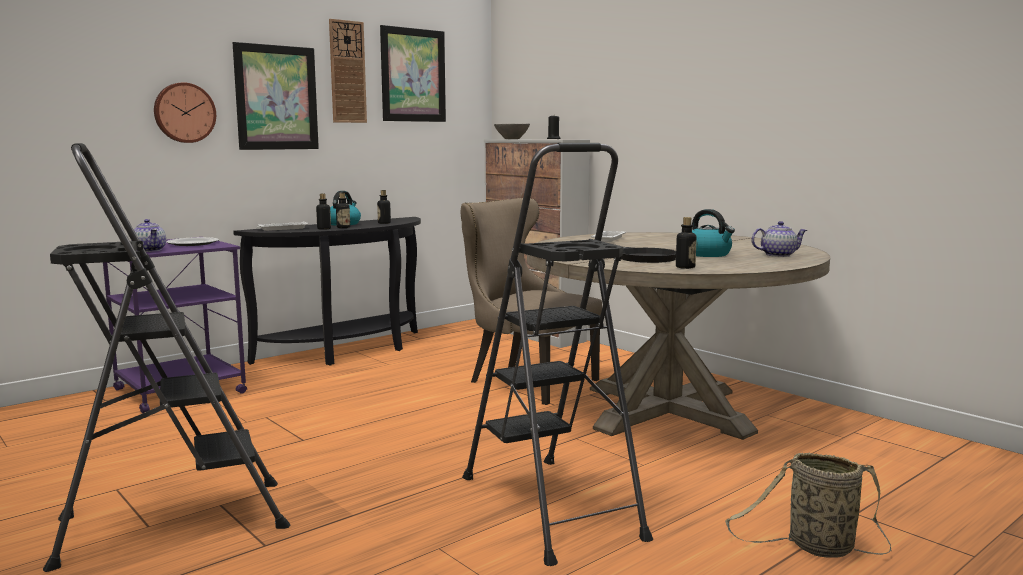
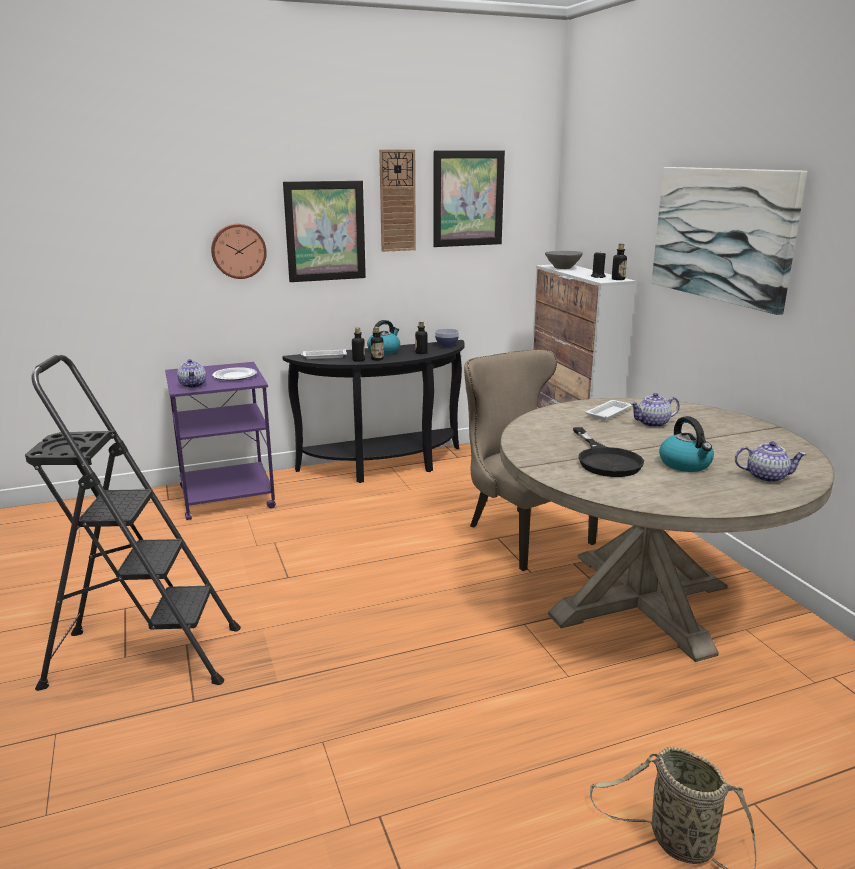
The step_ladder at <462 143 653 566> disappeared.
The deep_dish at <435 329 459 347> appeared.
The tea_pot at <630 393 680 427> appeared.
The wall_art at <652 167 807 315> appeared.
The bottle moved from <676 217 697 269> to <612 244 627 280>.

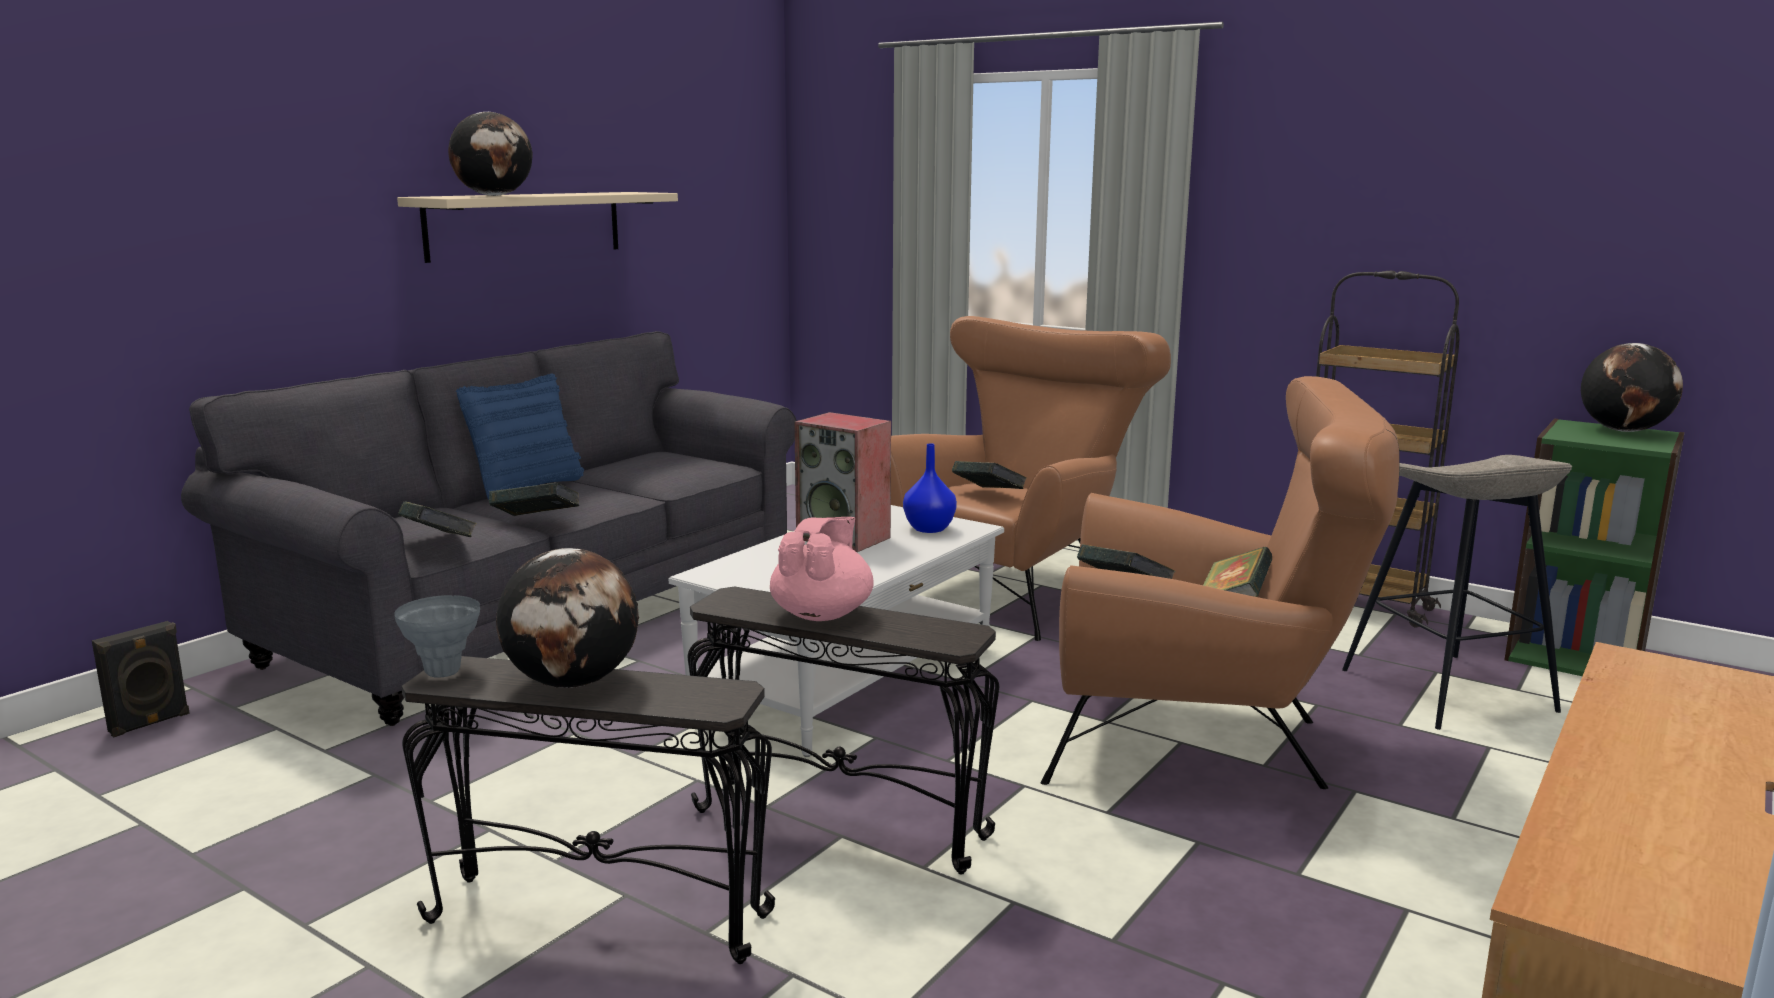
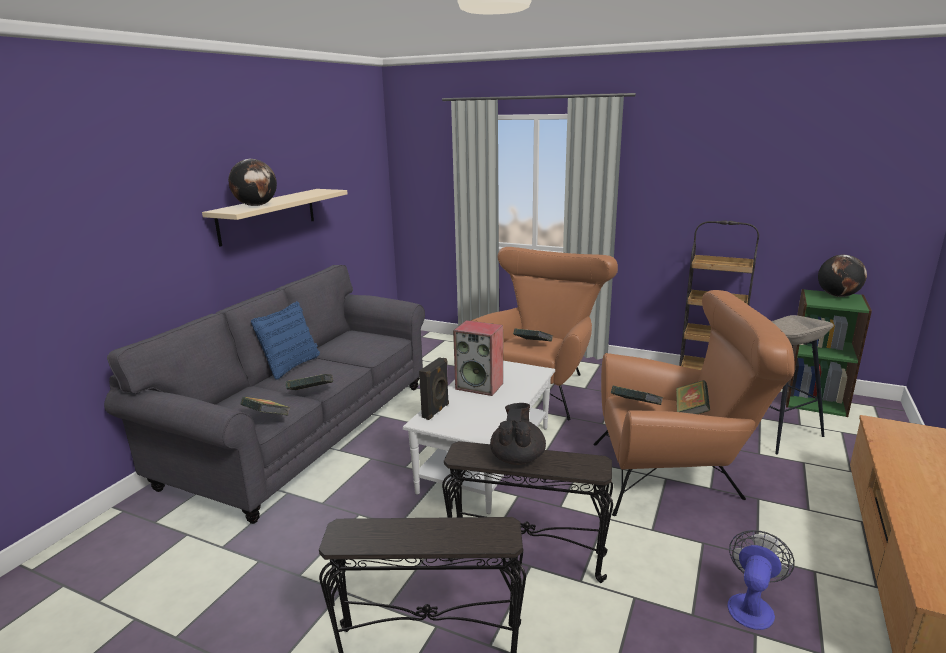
The greyish_vase at <395 595 480 678> disappeared.
The world_globe at <496 548 639 688> disappeared.
The blue_vase at <903 444 957 533> disappeared.
The electric_fan at <727 530 795 630> appeared.
The black_audio_speaker moved from <92 621 190 737> to <419 357 449 420>.
The pink_tea_pot at <770 517 874 621> became the black_tea_pot at <490 403 546 465>.

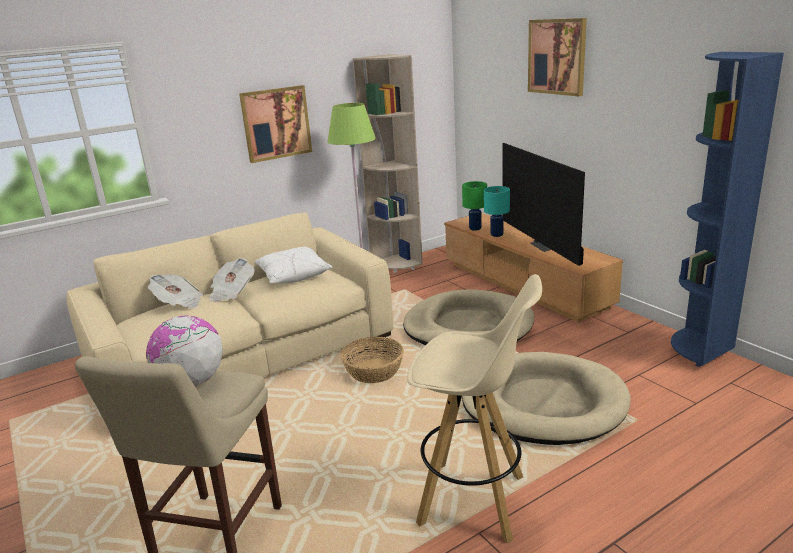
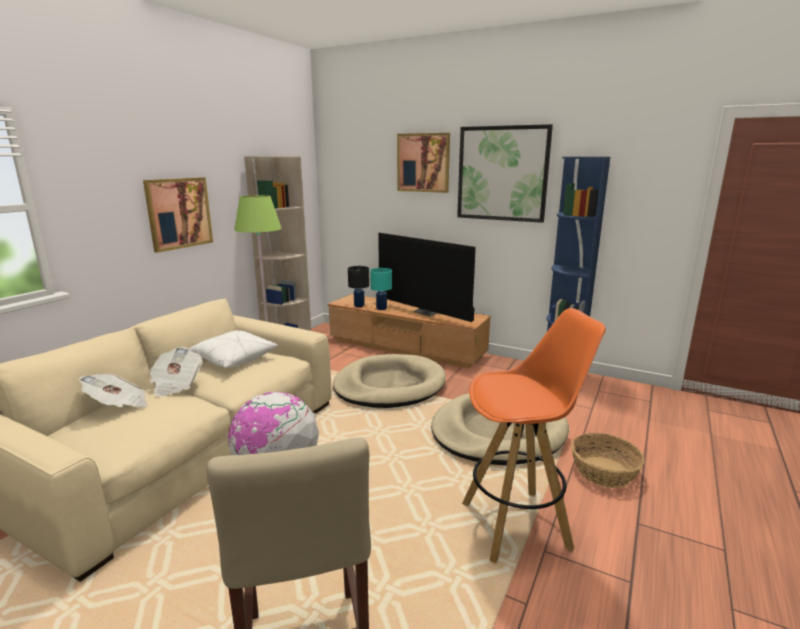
The wall_art at <457 124 553 223> appeared.
The household_basket moved from <341 337 404 383> to <571 433 645 488>.
The sand-coloured_stool_seat at <407 274 542 543> became the orange-coloured_stool_seat at <462 308 606 563>.
The green-coloured_table_lamp at <462 181 487 231> became the black_table_lamp at <348 266 369 307>.

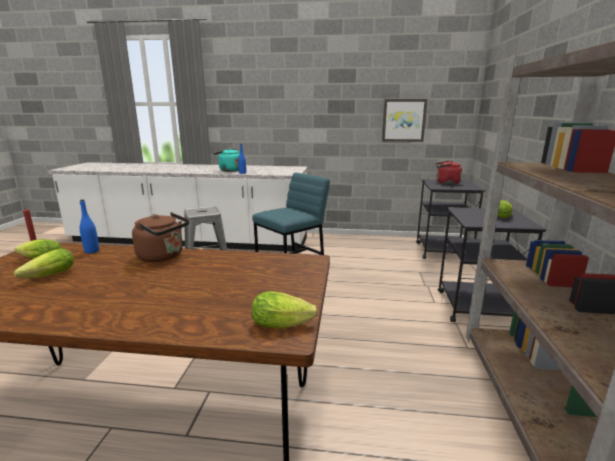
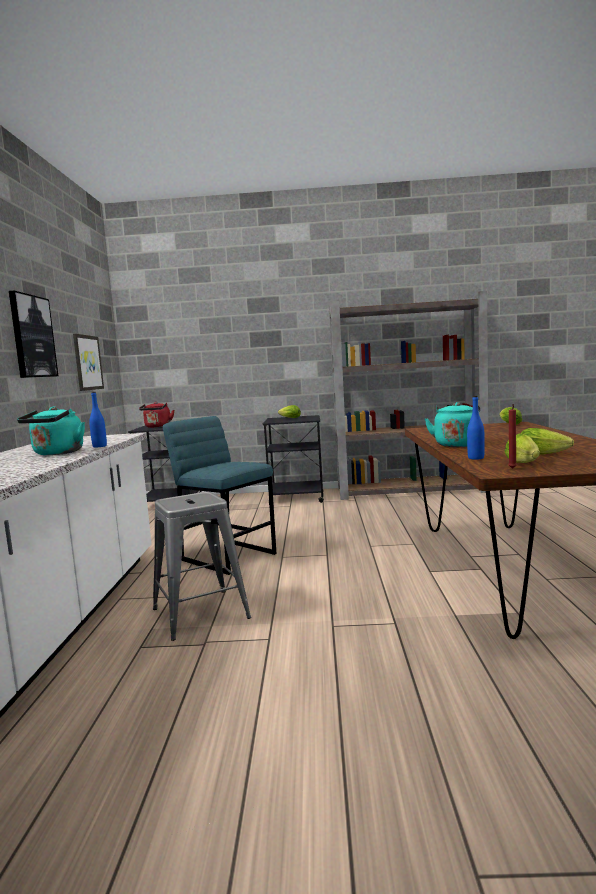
The wall_art at <9 291 58 378> appeared.
The brown-coloured_kettle at <132 212 189 262> became the turquoise-coloured_kettle at <425 402 480 447>.

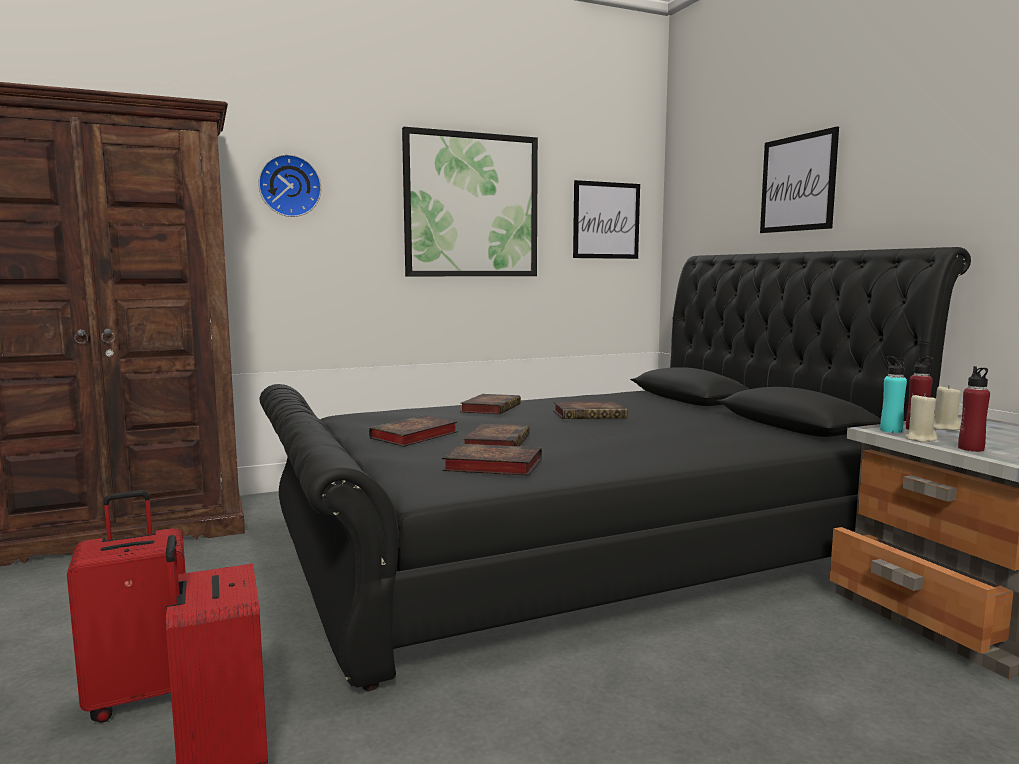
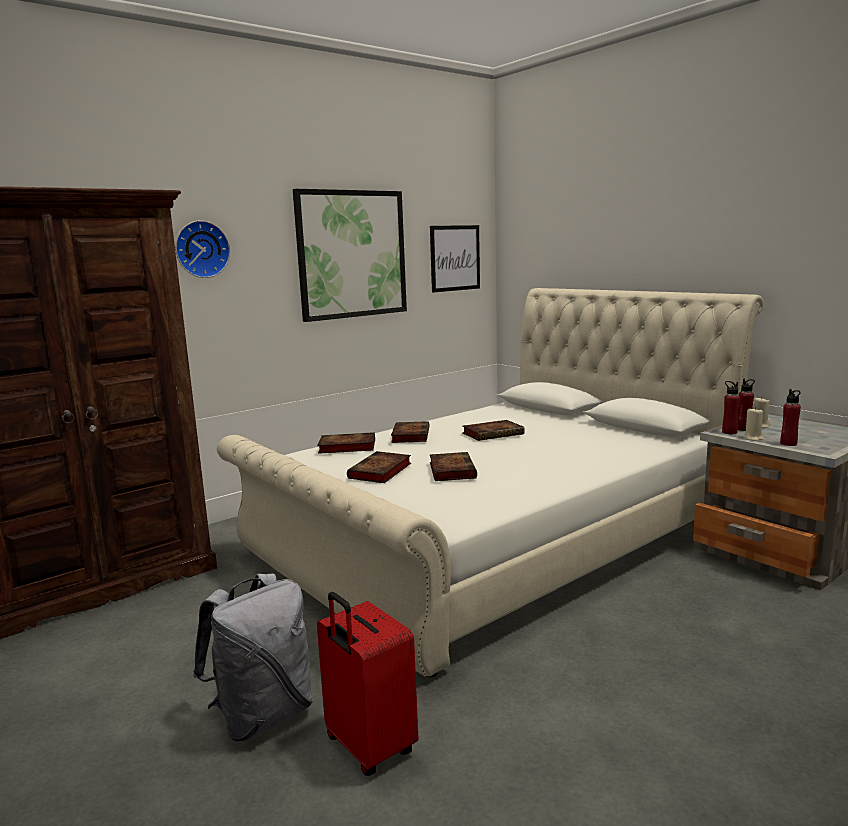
The wall_art at <760 127 839 233> disappeared.
The bound_book moved from <442 444 542 476> to <317 432 375 454>.
The red_travel_case at <67 490 186 723> was replaced by the greyish_knapsack at <193 573 313 741>.
The black_bed at <260 247 971 691> became the sand-coloured_bed at <217 288 764 677>.
The turquoise-coloured_bottle at <880 356 907 433> became the red_bottle at <722 381 740 434>.

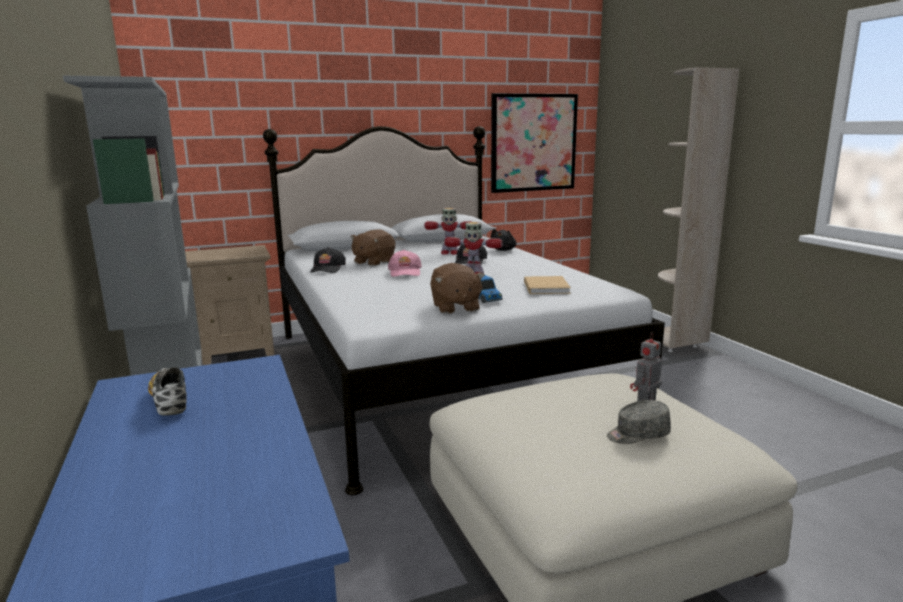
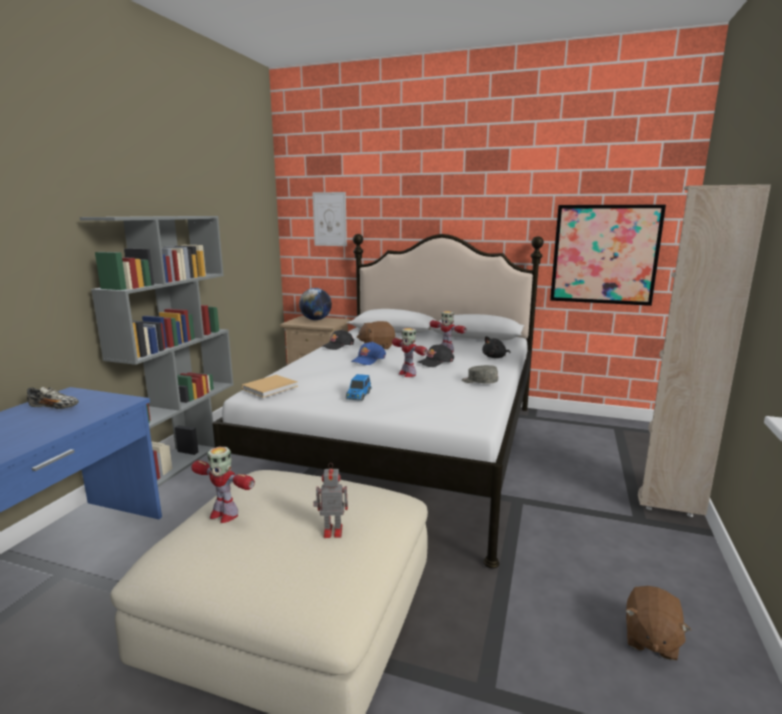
The model_robot at <191 447 255 523> appeared.
The world_globe at <299 288 332 320> appeared.
The wall_art at <312 192 347 246> appeared.
The brown-coloured_soft_toy moved from <430 263 485 314> to <625 586 691 660>.
The sand-coloured_bound_book moved from <524 276 571 294> to <242 375 298 398>.
The greyish_cap moved from <607 400 671 444> to <462 365 498 384>.
The pink_cap at <388 250 422 277> became the blue_cap at <351 342 386 365>.
The low_shoe at <148 367 187 416> turned 90 degrees clockwise.

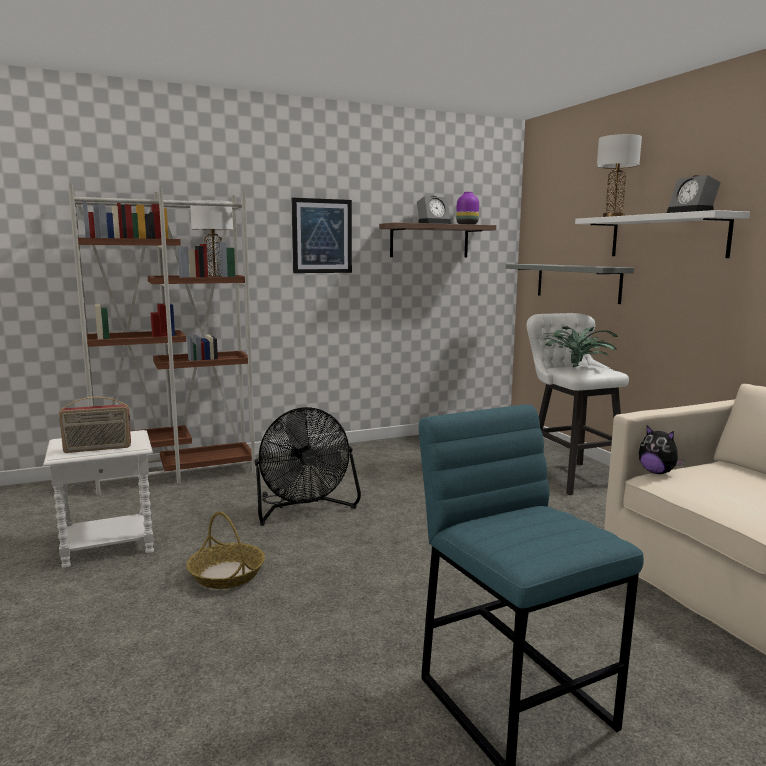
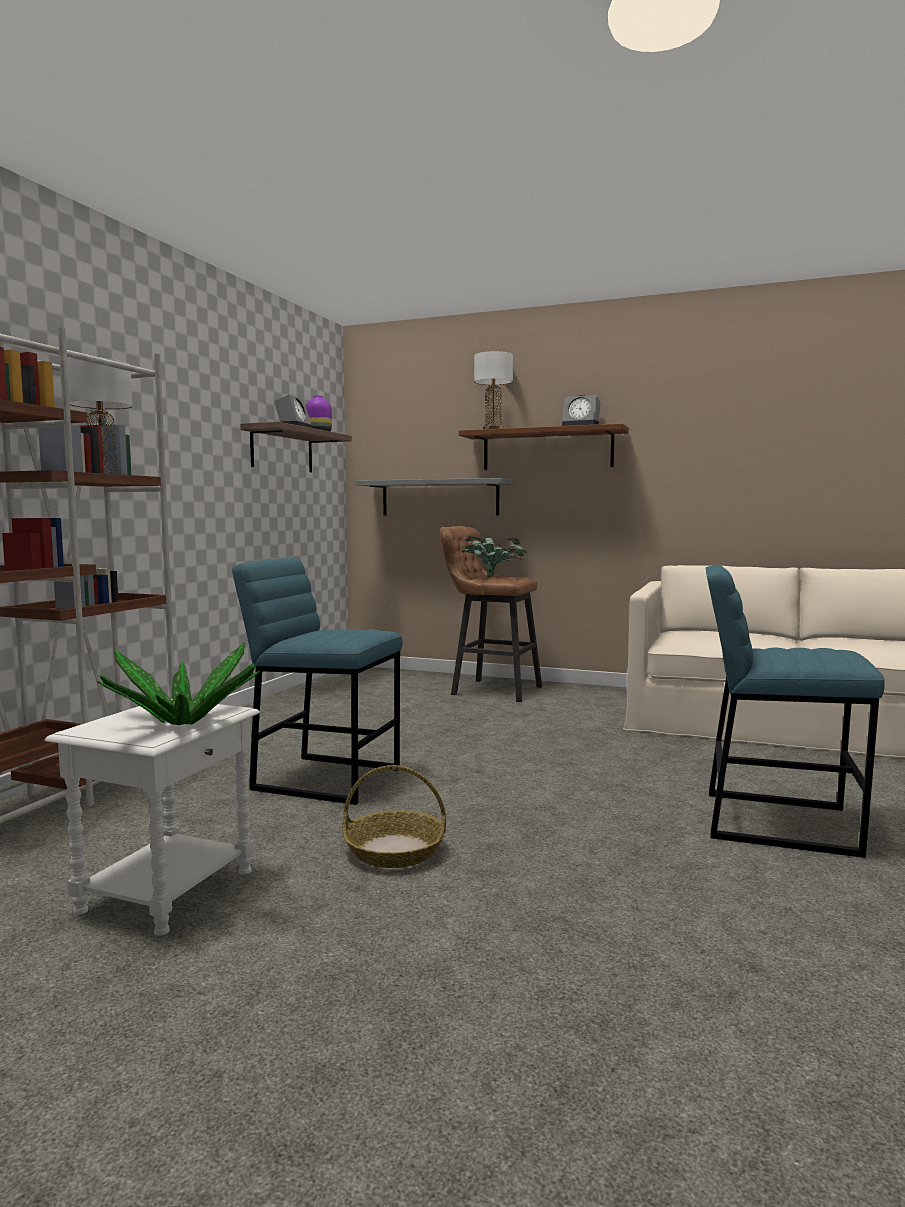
The wall_art at <292 198 352 273> disappeared.
The soft_toy at <639 426 685 474> disappeared.
The radio_receiver at <59 397 131 453> was replaced by the houseplant at <97 643 260 725>.
The black_electric_fan at <255 407 361 526> was replaced by the blue_stool_seat at <232 557 403 805>.
The white-coloured_stool_seat at <527 313 629 495> became the brown-coloured_stool_seat at <440 526 542 702>.
The white-coloured_shelf at <575 210 750 258> became the brown-coloured_shelf at <459 423 629 470>.

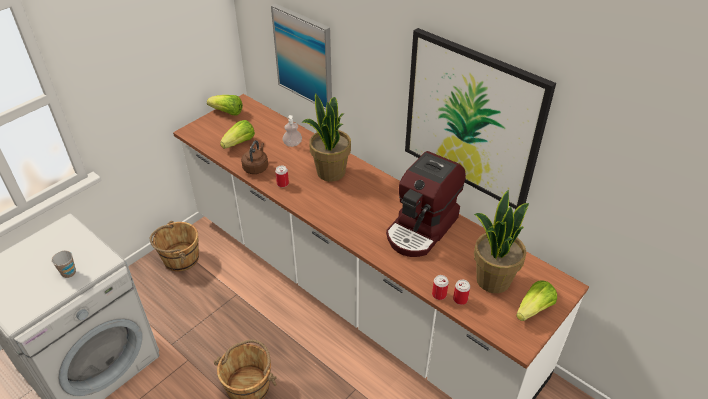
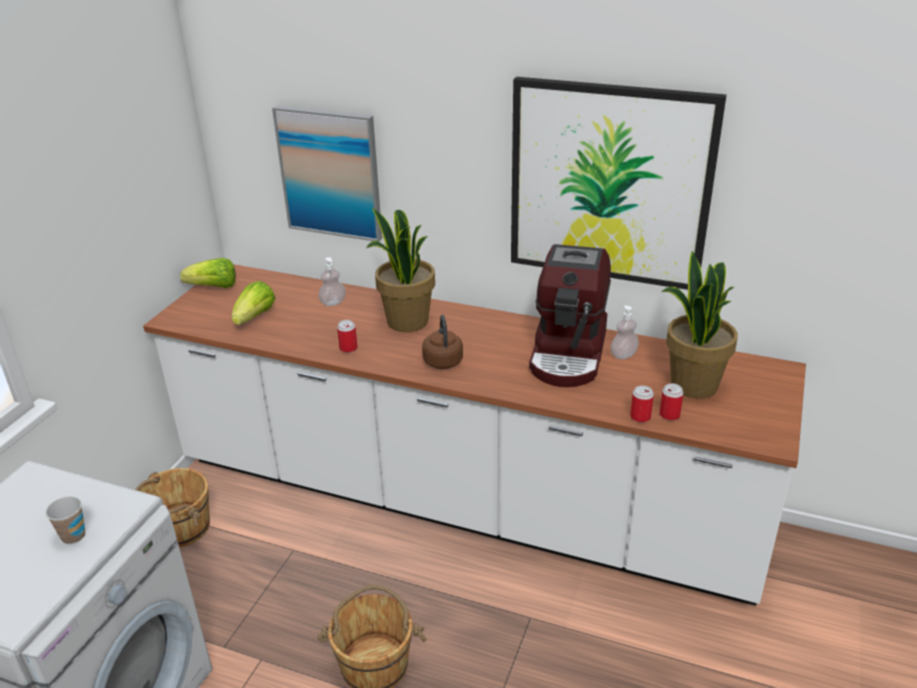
The lettuce at <516 280 557 321> disappeared.
The soap_bottle at <610 306 639 359> appeared.
The brown-coloured_kettle moved from <241 140 268 174> to <422 315 463 369>.

